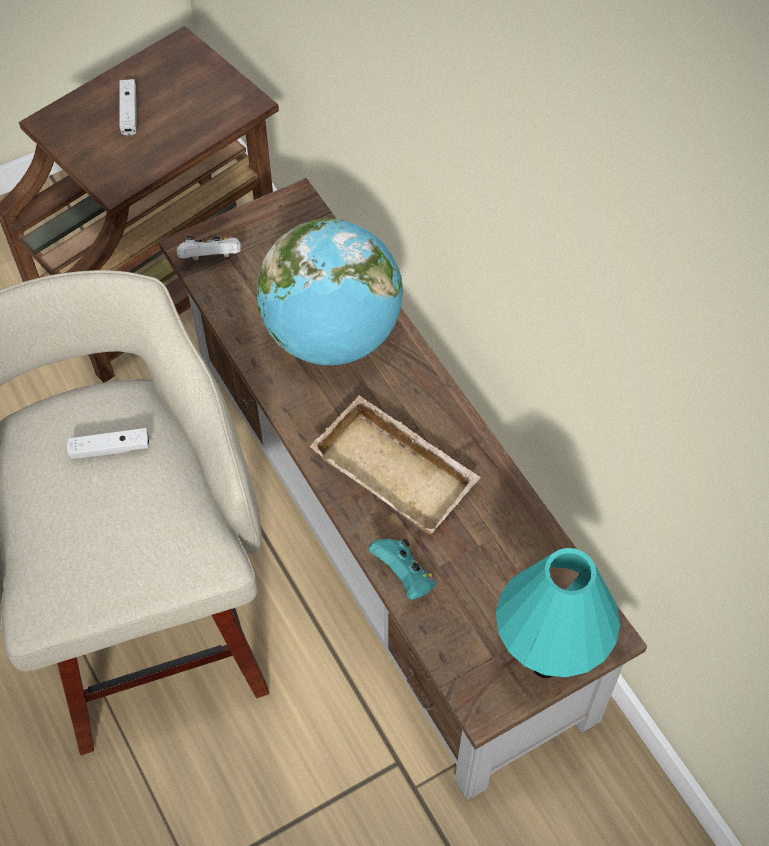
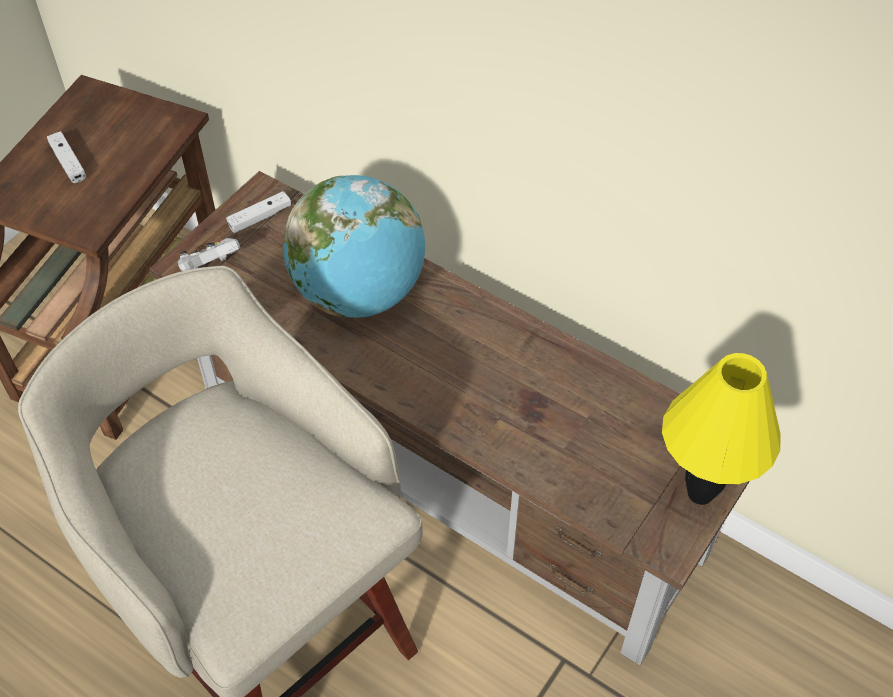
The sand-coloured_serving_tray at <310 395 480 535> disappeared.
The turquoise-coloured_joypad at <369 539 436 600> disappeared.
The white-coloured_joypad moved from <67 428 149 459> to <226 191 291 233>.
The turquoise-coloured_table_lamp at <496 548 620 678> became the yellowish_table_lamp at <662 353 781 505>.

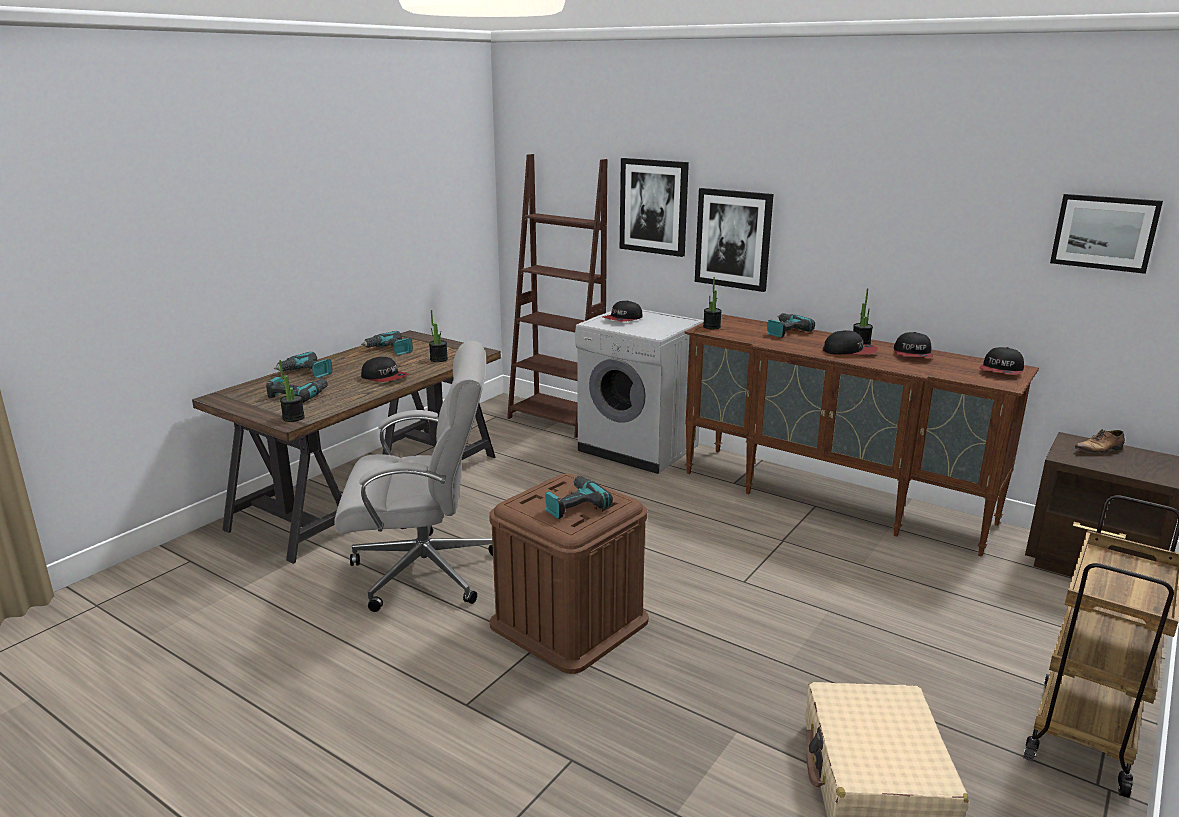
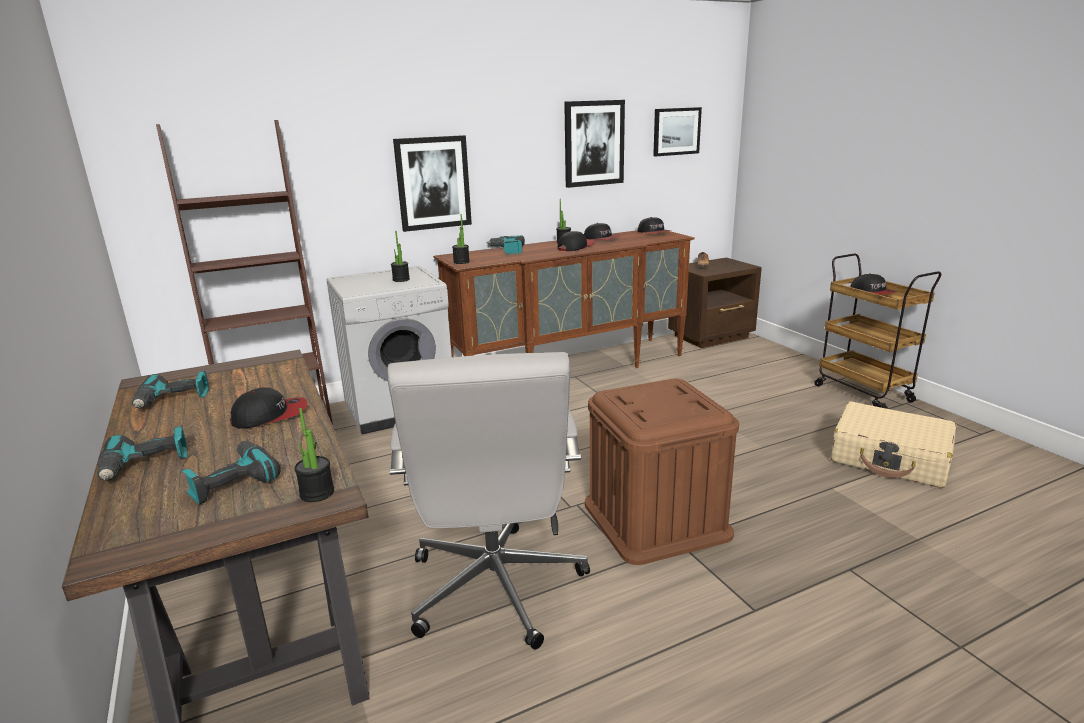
The electric_drill at <545 476 613 519> disappeared.
The houseplant moved from <429 310 448 362> to <391 231 410 282>.
The cap moved from <603 300 642 321> to <850 274 897 295>.
The wall_art moved from <620 158 689 257> to <564 100 625 188>.
The greyish_office_chair at <334 341 493 612> turned 150 degrees clockwise.

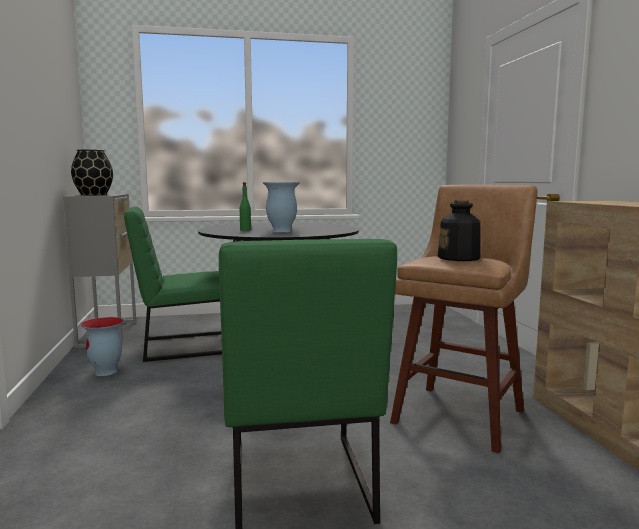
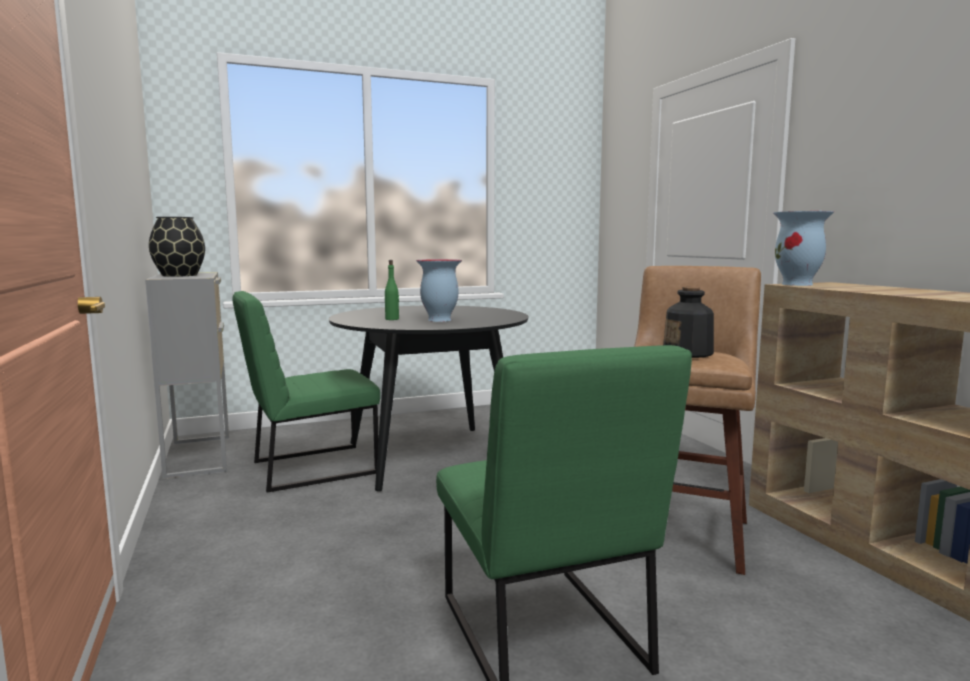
The vase moved from <81 317 124 376> to <773 211 834 286>.

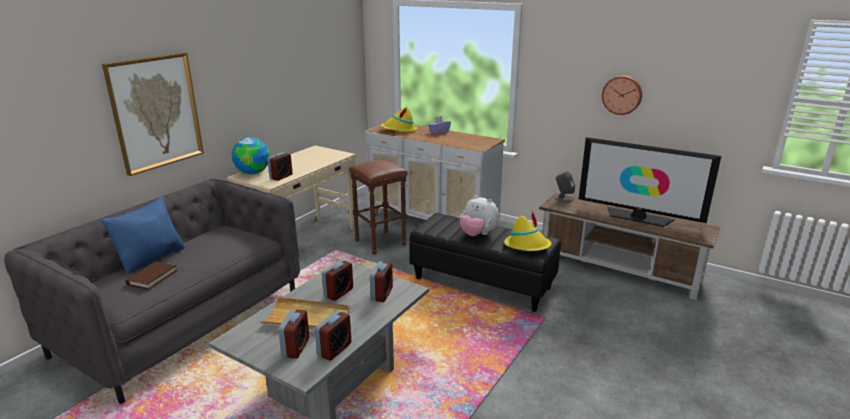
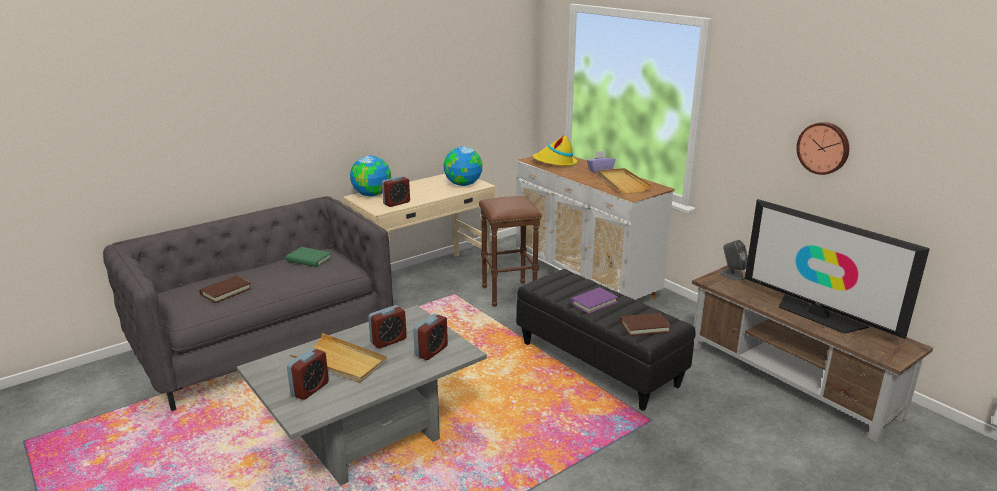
The blue_pillow at <101 196 185 274> disappeared.
The wall_art at <102 53 204 176> disappeared.
The alarm_clock at <315 311 351 361> disappeared.
The green-coloured_bound_book at <286 247 332 267> appeared.
The world_globe at <444 147 482 186> appeared.
The sand-coloured_serving_tray at <598 168 652 193> appeared.
The soft_toy at <460 195 499 236> was replaced by the purplish_bound_book at <570 287 618 314>.
The yellowish_hat at <504 211 552 251> was replaced by the brown-coloured_bound_book at <620 313 671 336>.

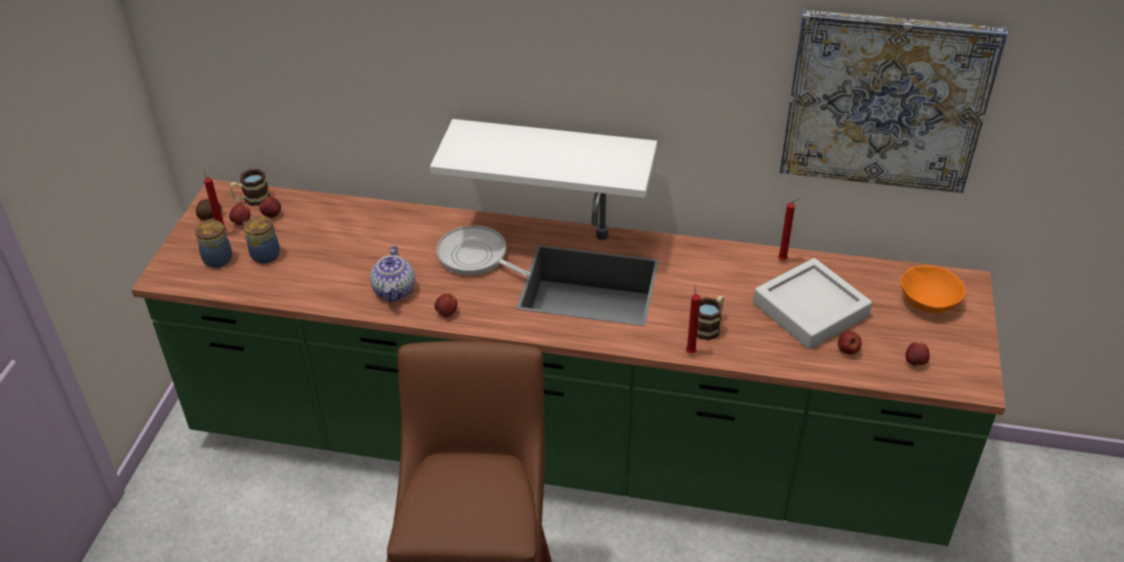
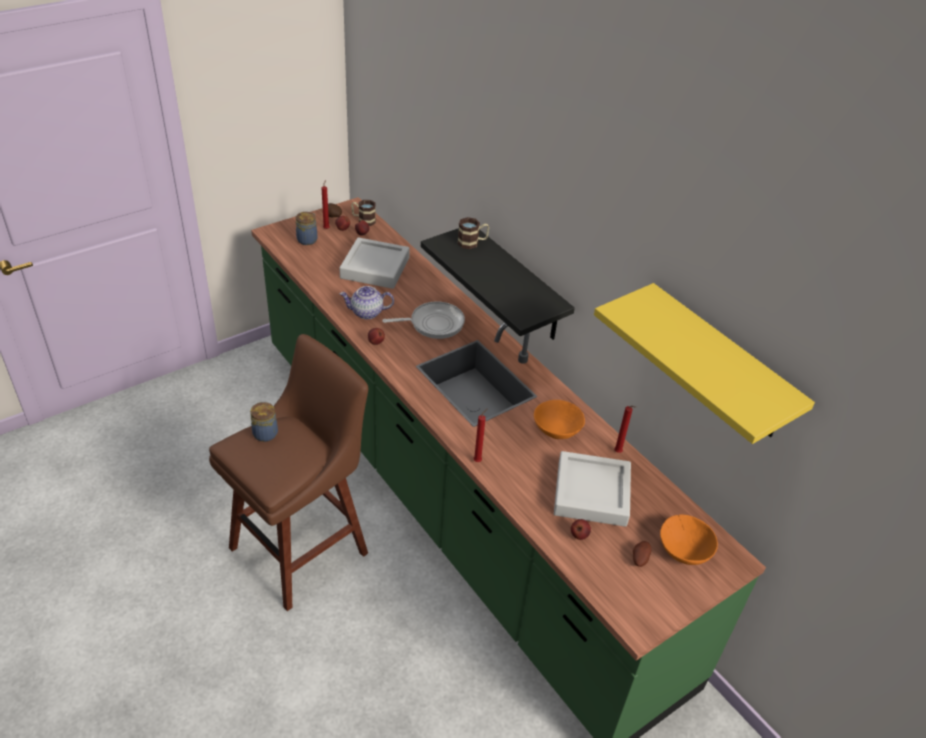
The apple at <906 342 930 366> disappeared.
The greyish_serving_tray at <340 237 410 289> appeared.
The orange-coloured_deep_dish at <534 400 585 439> appeared.
The whole_potato at <633 541 651 567> appeared.
The preserve_jar moved from <243 216 280 264> to <250 402 278 442>.
The coffee_mug moved from <697 295 724 340> to <457 217 489 249>.
The wall_art at <780 10 1008 193> was replaced by the yellowish_shelf at <594 283 815 444>.
The white-coloured_shelf at <430 119 657 198> became the black_shelf at <421 228 575 340>.
The tea_pot at <370 246 415 303> turned 45 degrees clockwise.
The pan at <436 225 530 277> turned 90 degrees clockwise.

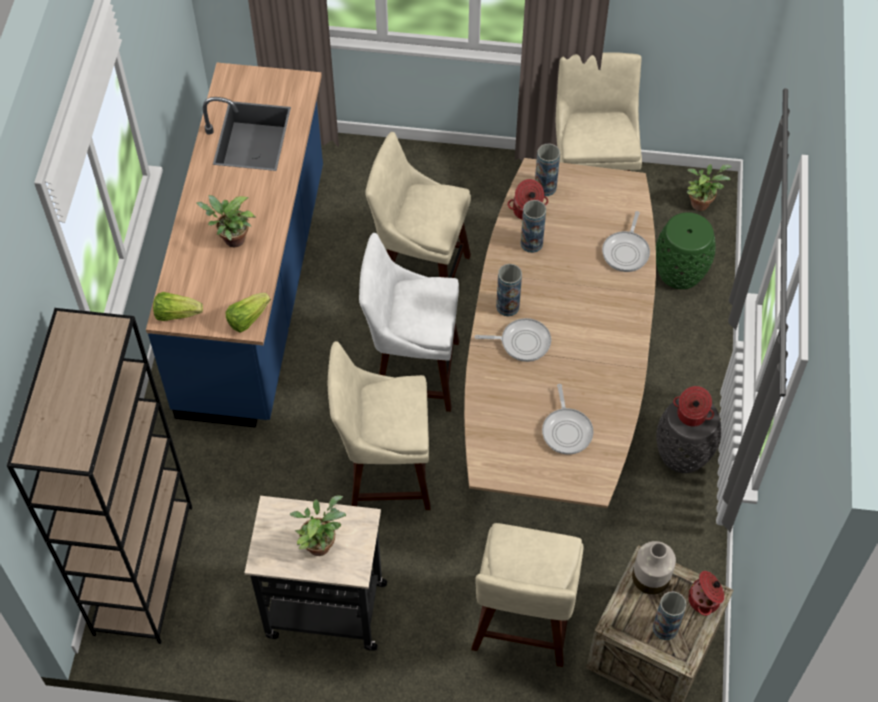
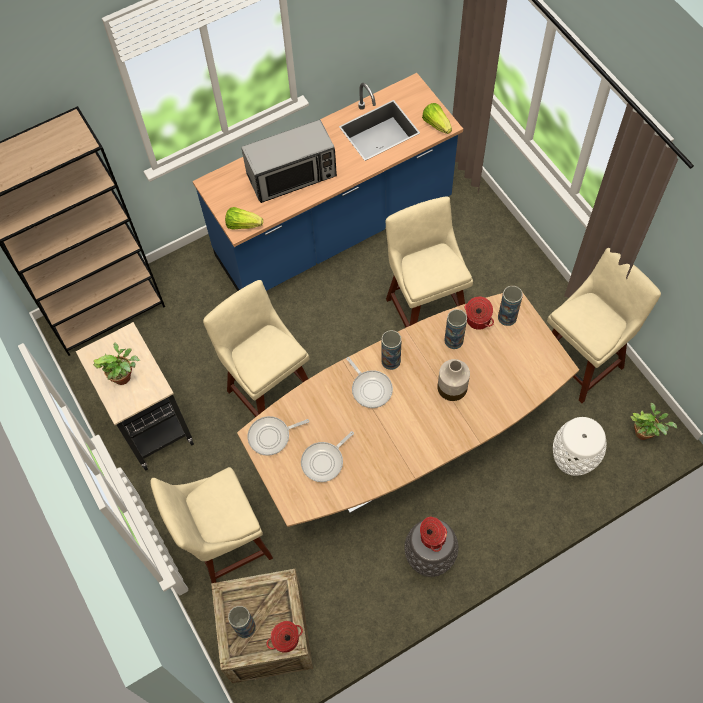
The white-coloured_upright_chair at <359 233 459 412> disappeared.
The lettuce moved from <153 292 203 321> to <422 103 452 134>.
The pan moved from <602 211 650 272> to <248 416 309 456>.
The sand-coloured_vase moved from <632 541 676 595> to <437 359 470 401>.
The houseplant at <196 195 256 247> was replaced by the kitchen_microwave at <242 120 337 203>.
The green-coloured_stool_seat at <656 212 716 289> became the white-coloured_stool_seat at <553 417 607 476>.

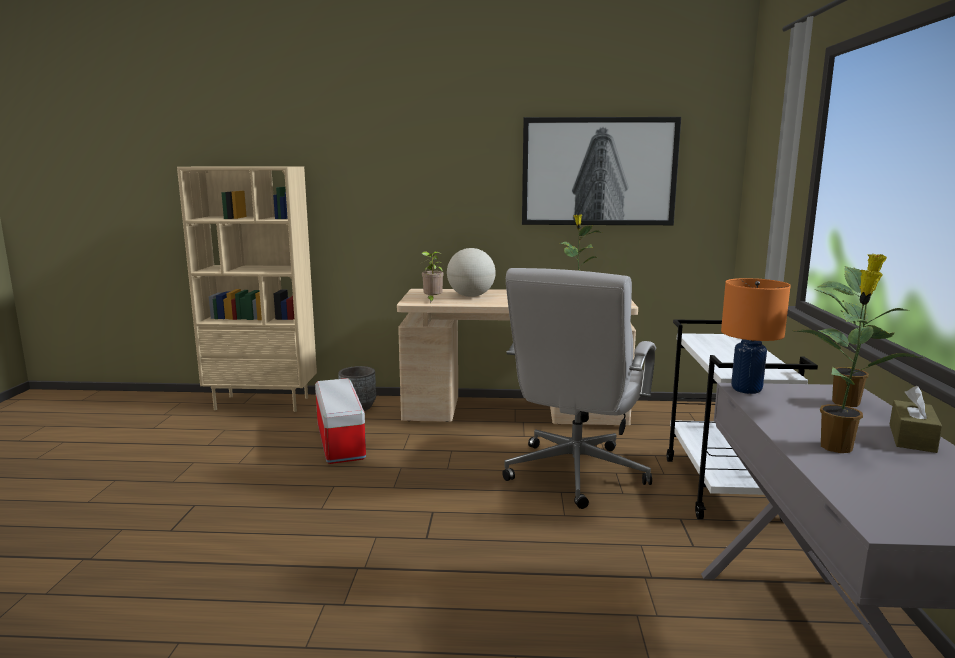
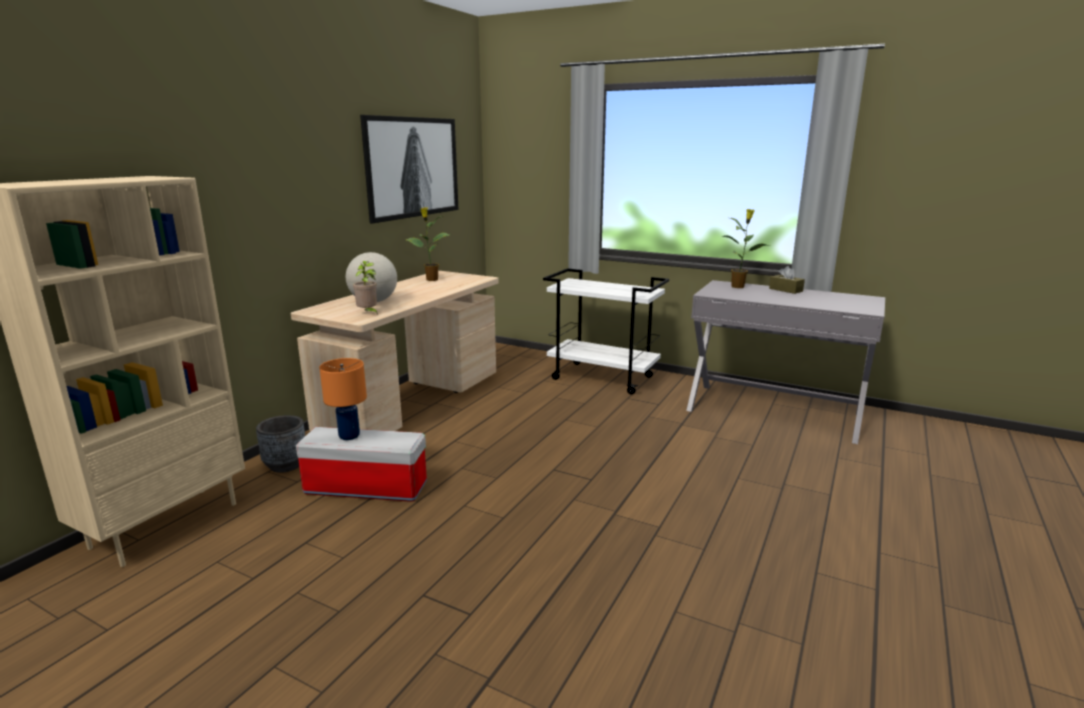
The greyish_office_chair at <502 268 656 509> disappeared.
The houseplant at <795 270 923 453> disappeared.
The orange-coloured_table_lamp moved from <721 278 791 394> to <319 358 367 440>.

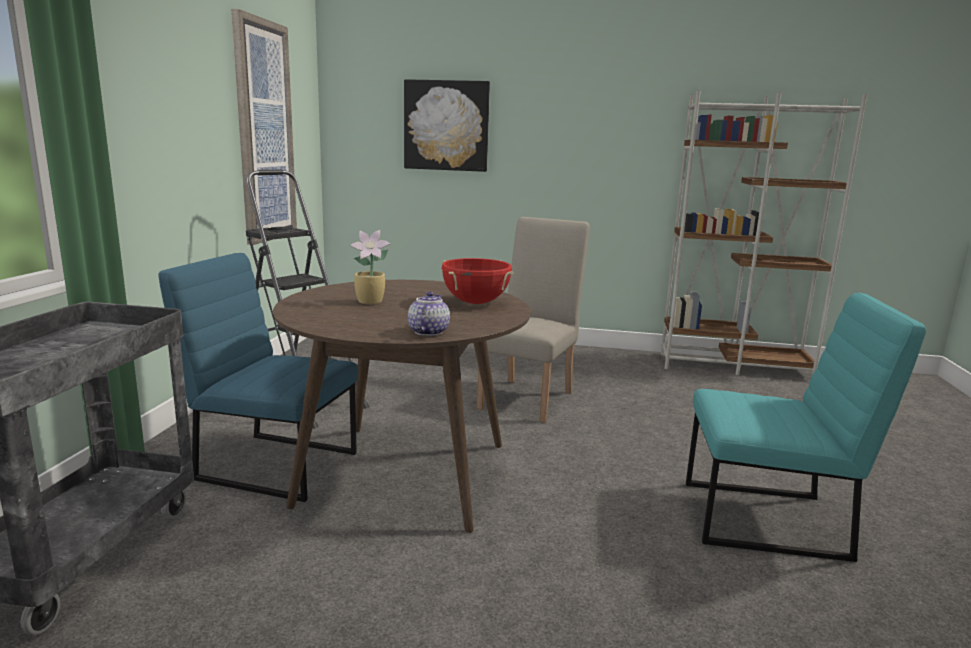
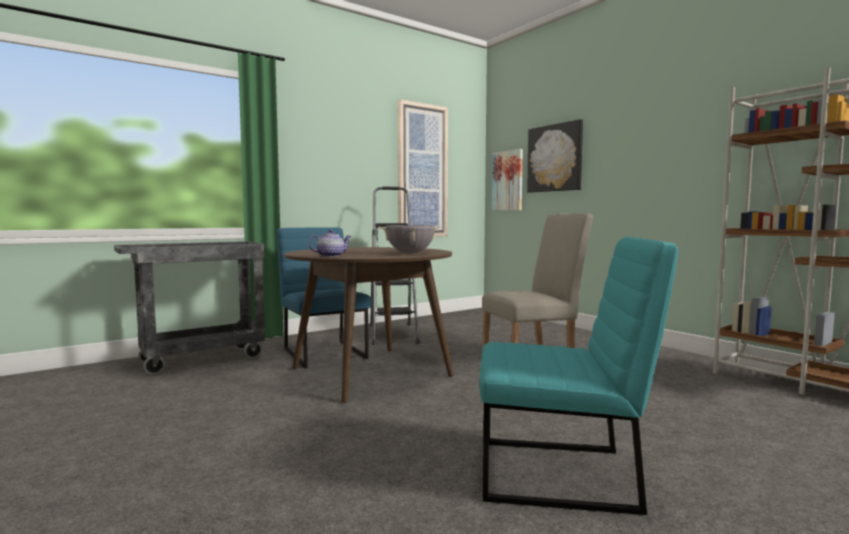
The houseplant at <350 230 390 304> disappeared.
The wall_art at <492 149 523 211> appeared.
The red_stockpot at <442 258 514 304> became the greyish_stockpot at <379 225 440 254>.
The turquoise-coloured_upright_chair at <686 292 926 562> turned 45 degrees counterclockwise.

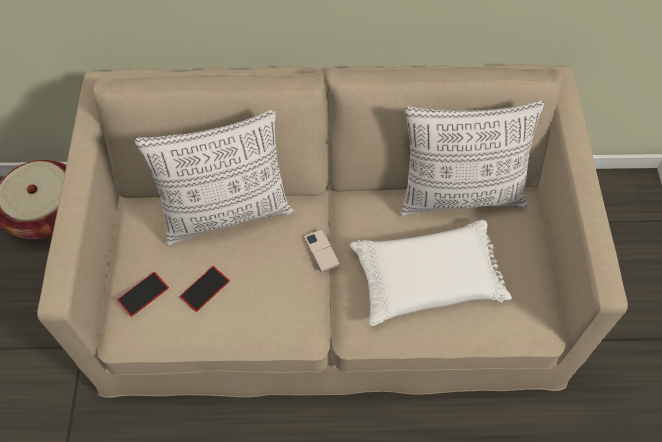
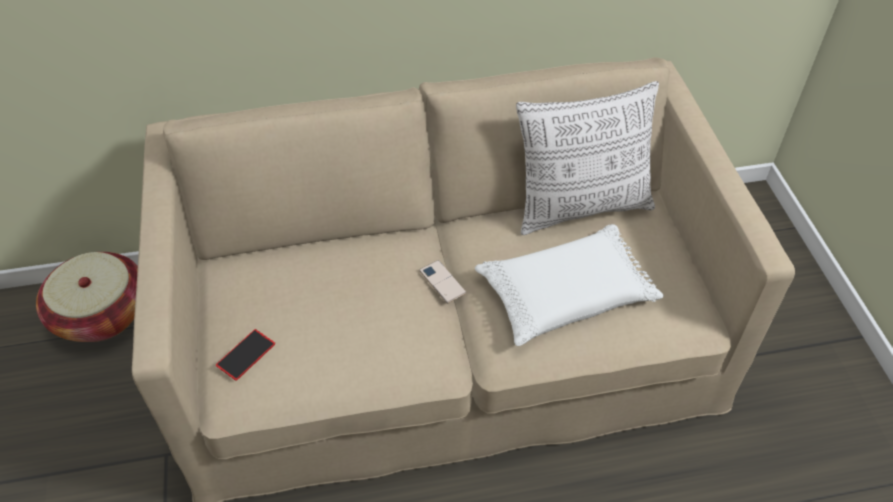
The pillow at <134 109 294 245> disappeared.
The handset at <180 266 230 312> disappeared.

